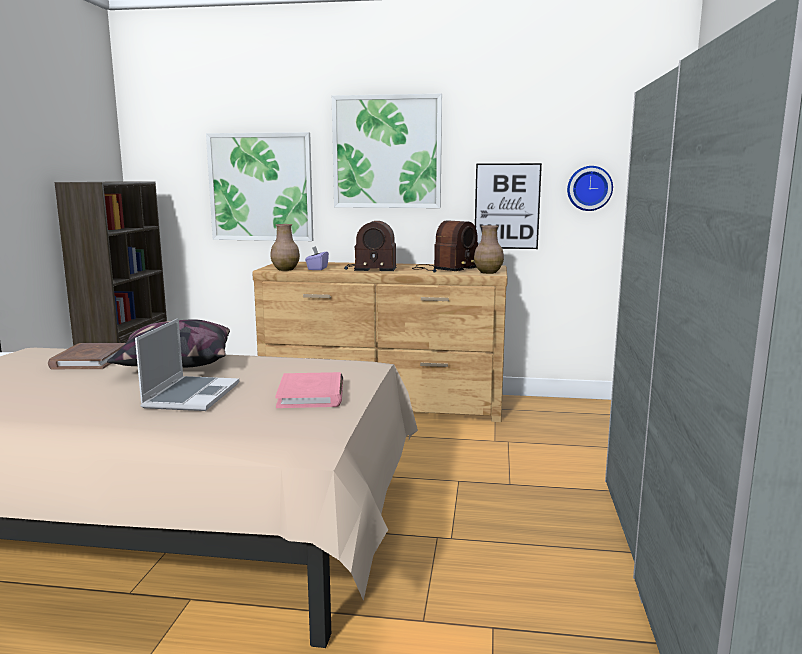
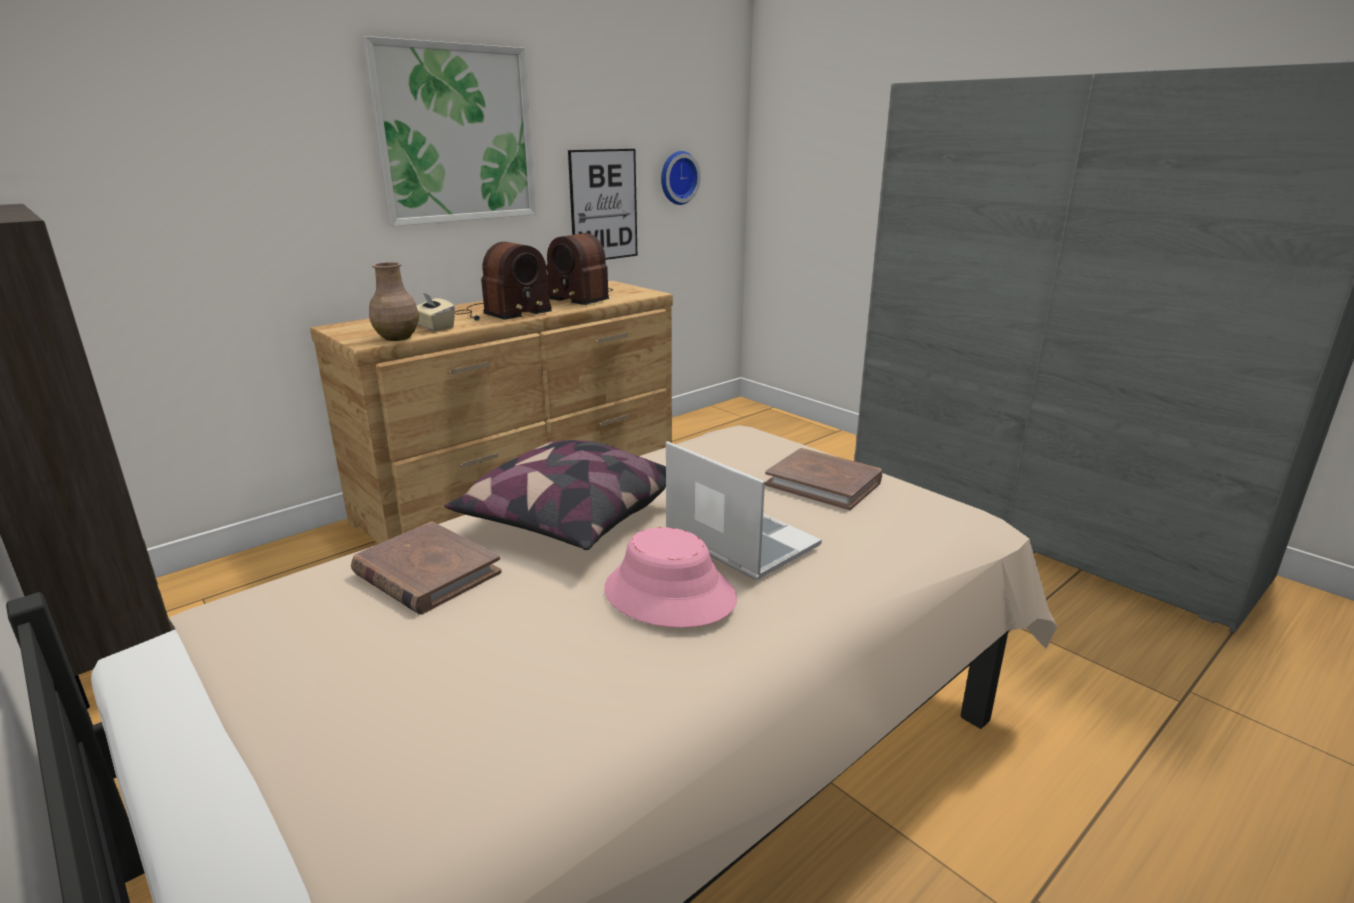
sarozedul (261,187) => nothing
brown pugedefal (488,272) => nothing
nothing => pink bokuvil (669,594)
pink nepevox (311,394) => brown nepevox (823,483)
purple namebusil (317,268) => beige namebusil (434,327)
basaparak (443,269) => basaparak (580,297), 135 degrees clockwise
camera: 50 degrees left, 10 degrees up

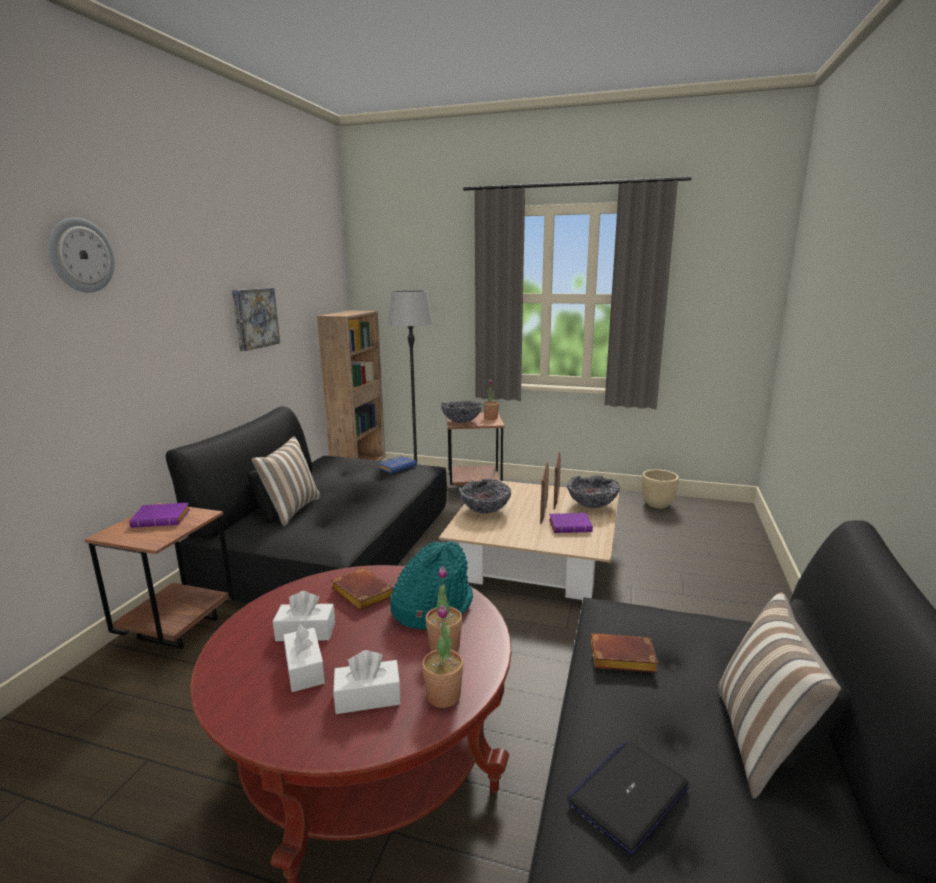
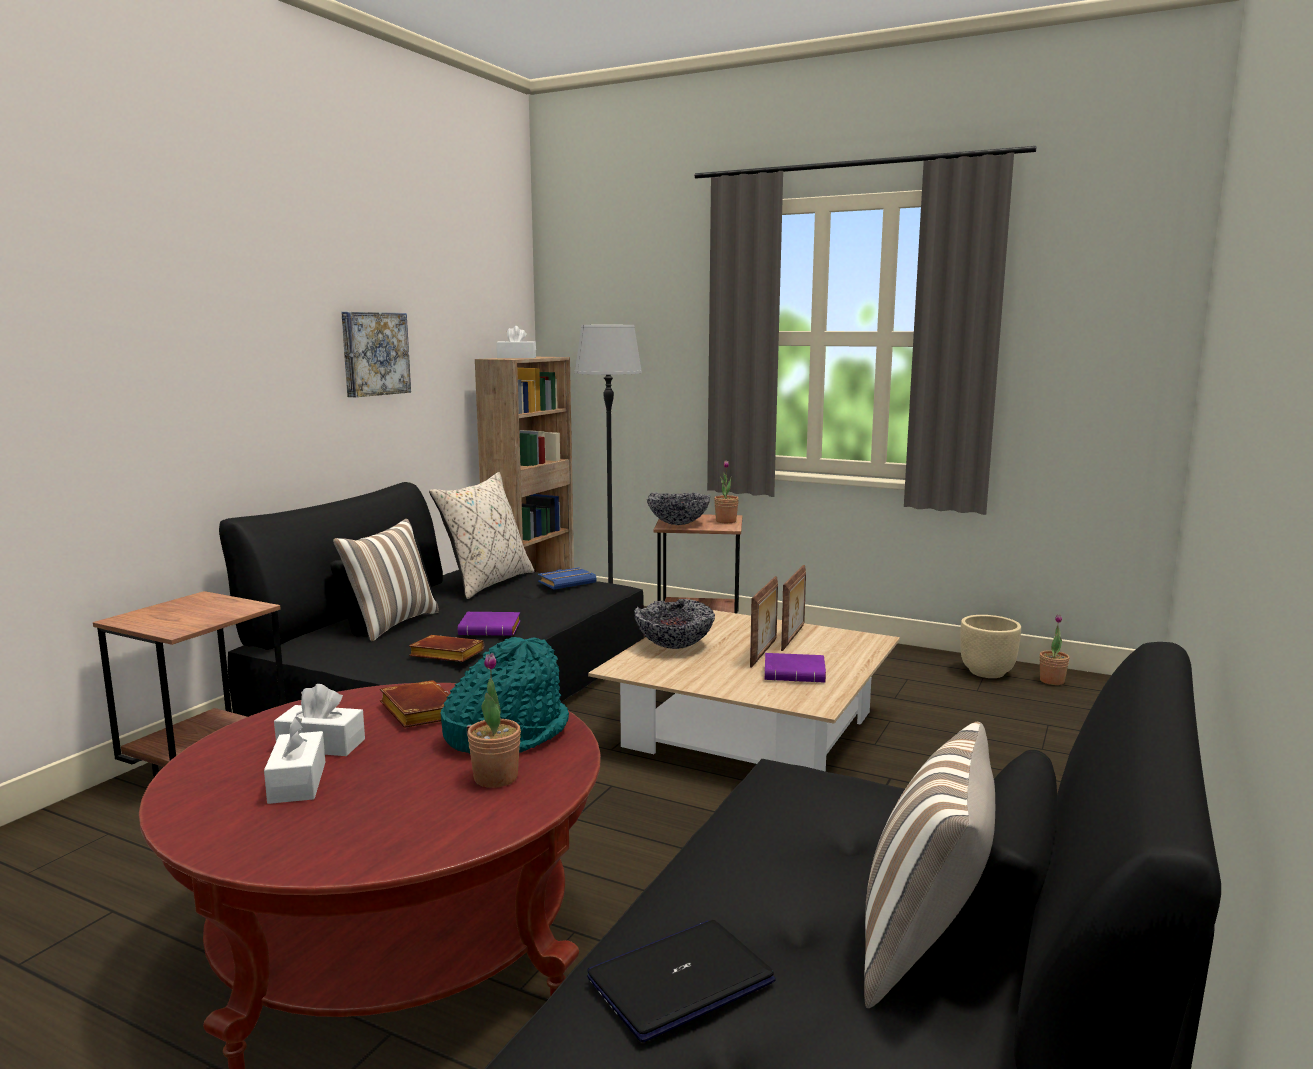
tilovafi (81,255) => nothing
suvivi (591,505) => nothing
nothing => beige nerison (486,583)
purple nepevox (163,519) => purple nepevox (492,629), relocated
white namebusil (368,697) => white namebusil (516,358), relocated
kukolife (443,696) => kukolife (1052,681), relocated
brown nepevox (620,659) => brown nepevox (444,655), relocated
camera: 10 degrees right, 5 degrees down

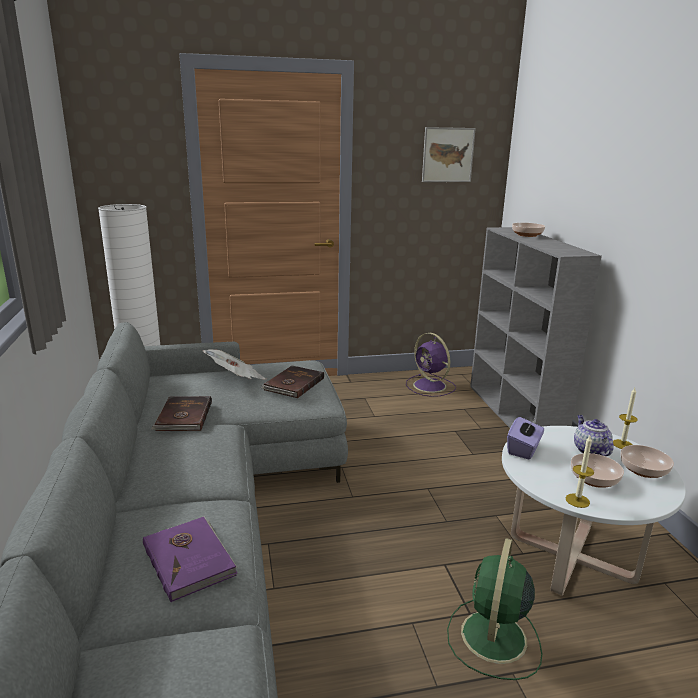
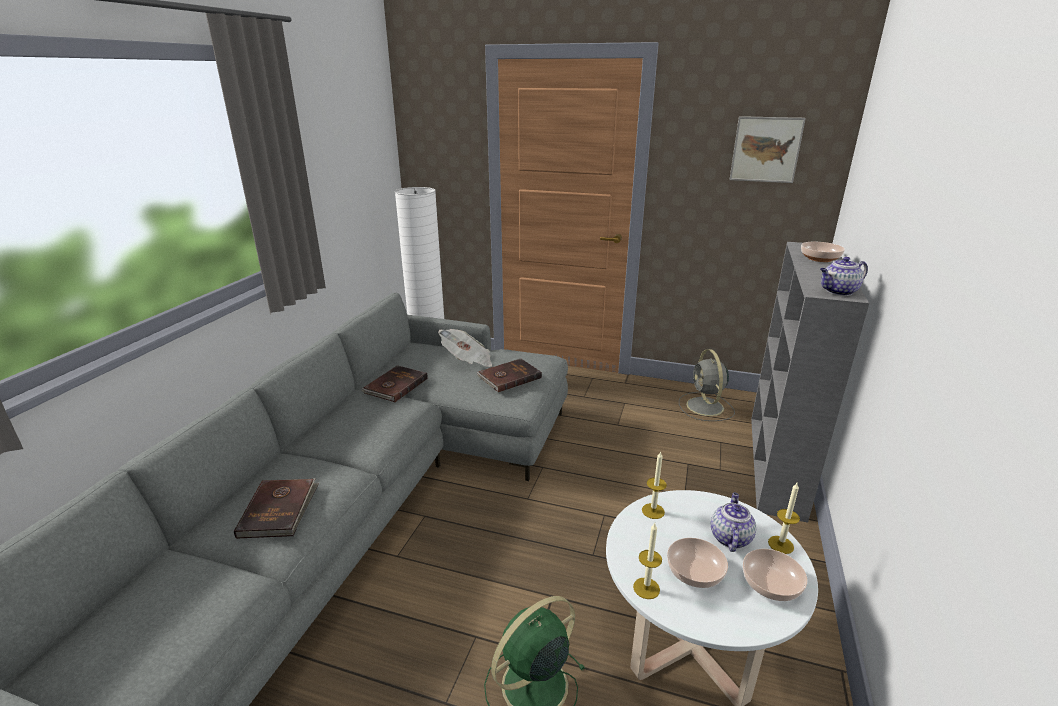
nothing => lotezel (838,291)
purple namebusil (523,449) => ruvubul (653,511)
purple nepevox (190,559) => brown nepevox (279,510)
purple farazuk (430,386) => grey farazuk (705,407)
camera: 30 degrees right, 5 degrees up

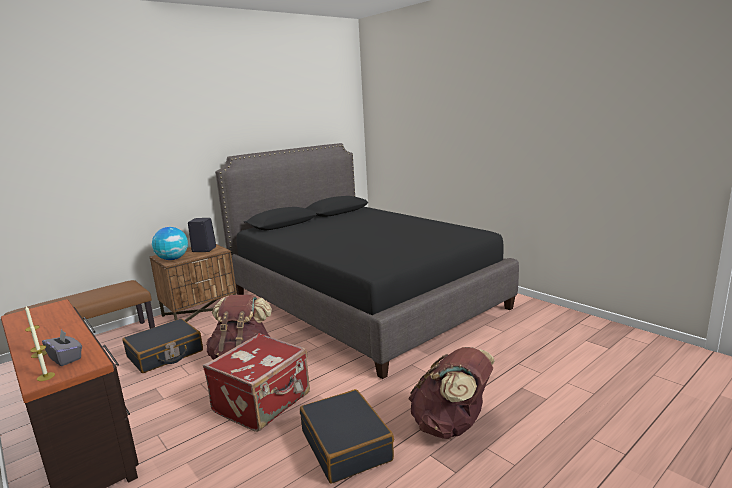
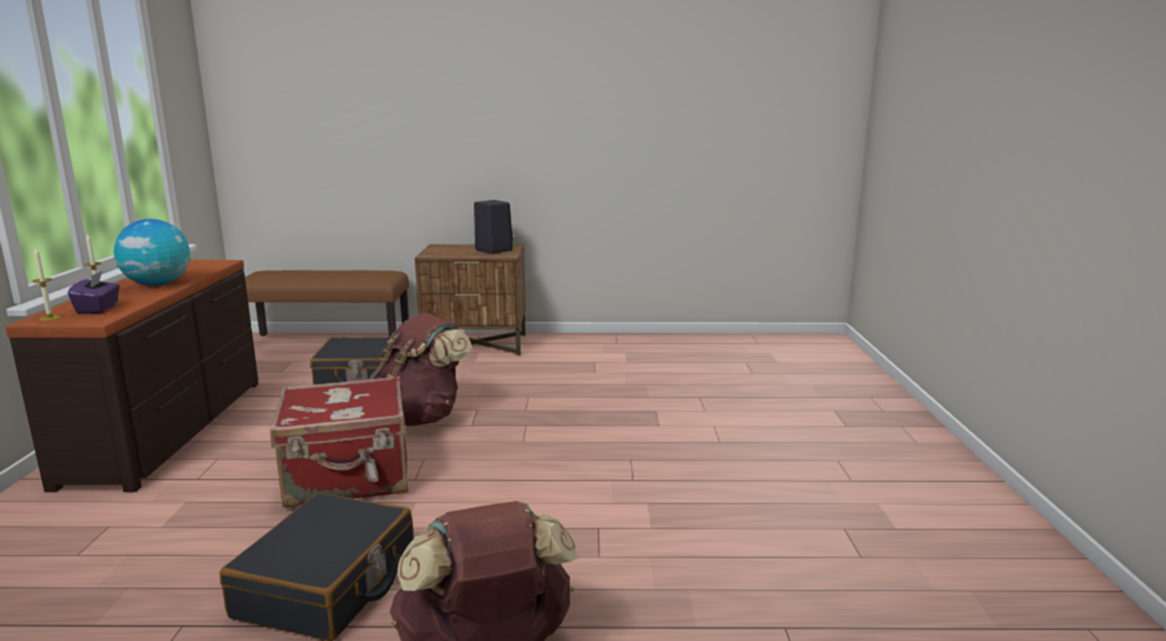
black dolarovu (364,300) => nothing
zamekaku (172,259) => zamekaku (158,284), relocated
grey namebusil (66,358) => purple namebusil (98,309)
camera: 40 degrees right, 0 degrees up

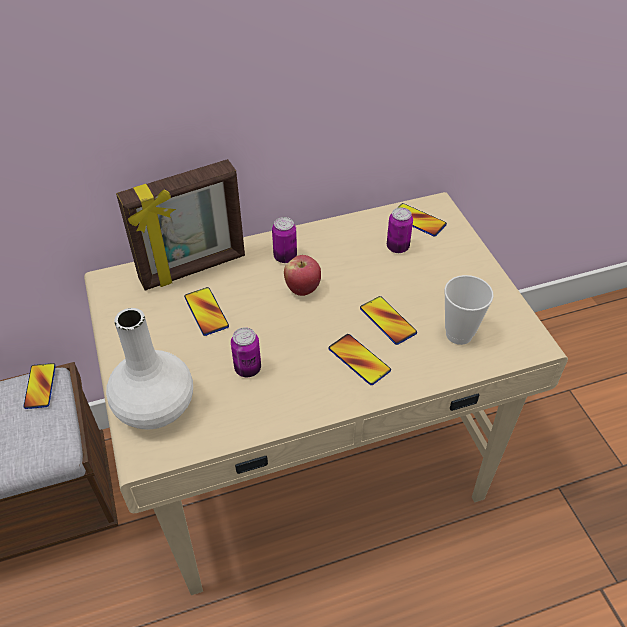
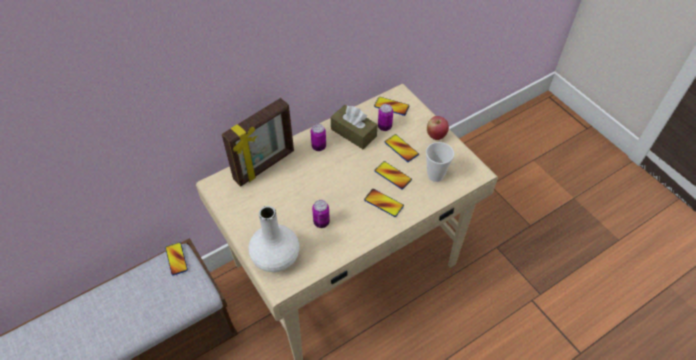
nothing => brown namebusil (353,133)
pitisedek (206,312) => pitisedek (401,148), relocated
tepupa (302,289) => tepupa (436,135), relocated
camera: 15 degrees left, 5 degrees up

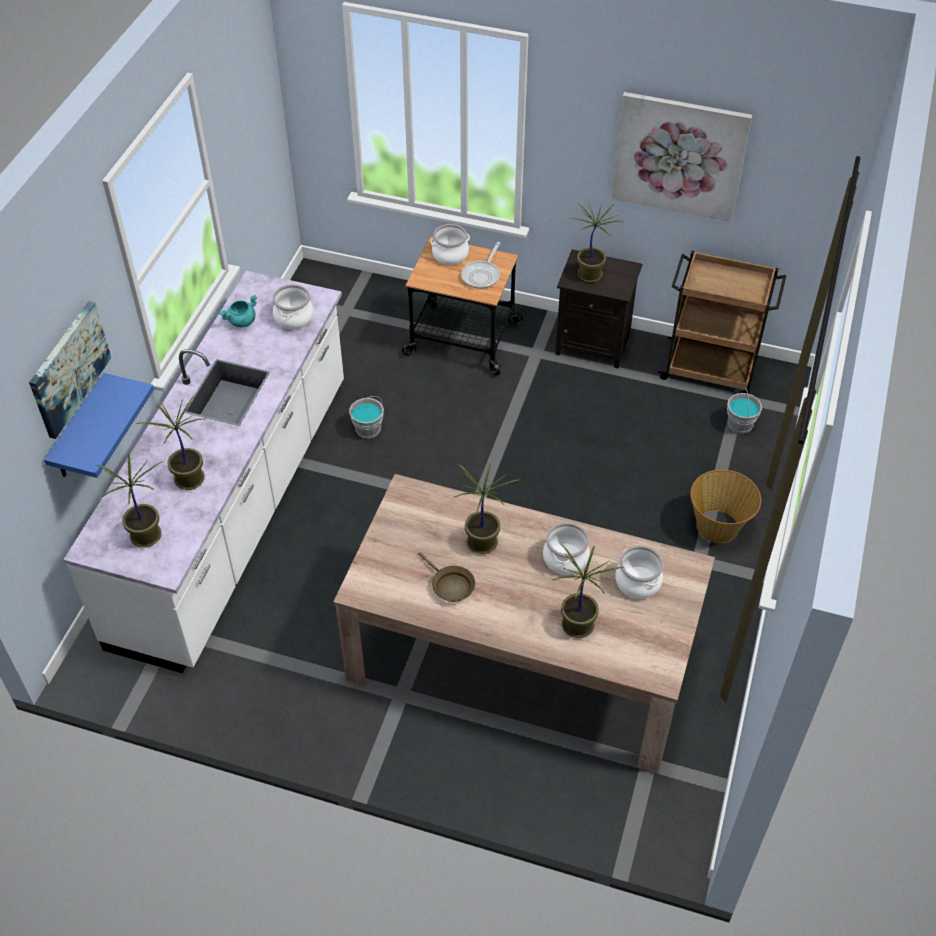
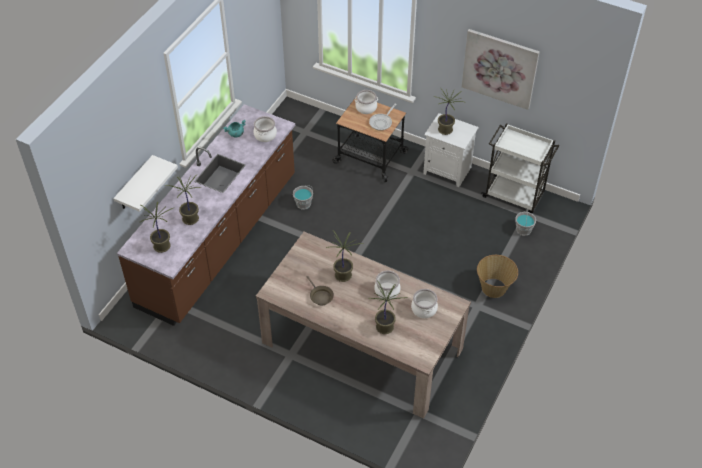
sarozedul (69,368) => nothing
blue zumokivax (79,430) => white zumokivax (135,184)
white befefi (236,510) => brown befefi (219,240)
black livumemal (594,343) => white livumemal (448,170)
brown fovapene (711,370) => white fovapene (514,195)
camera: 10 degrees right, 0 degrees up

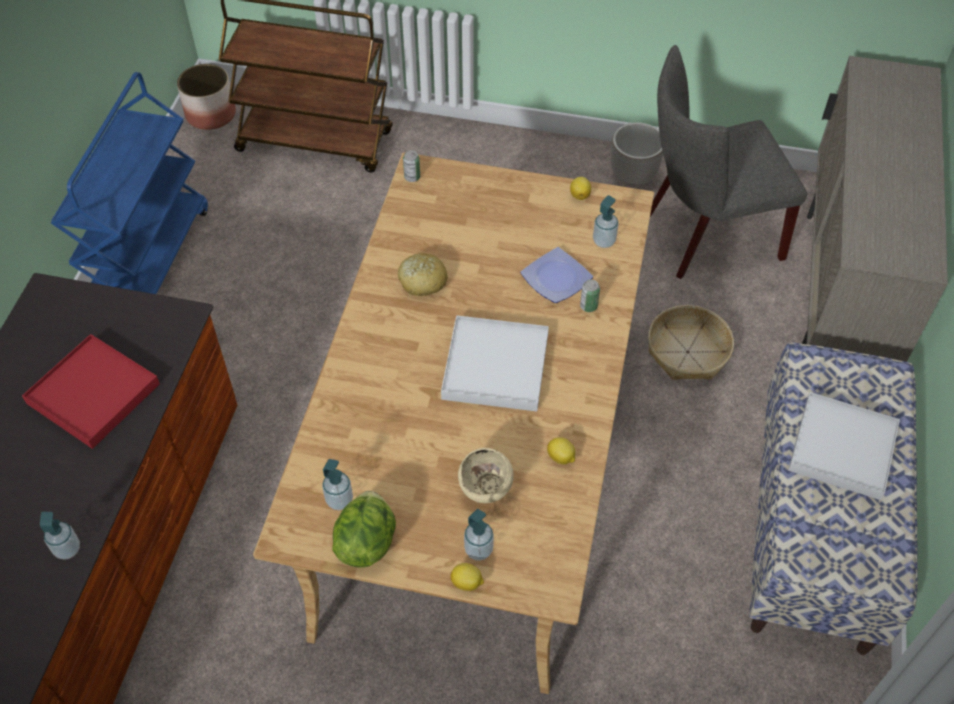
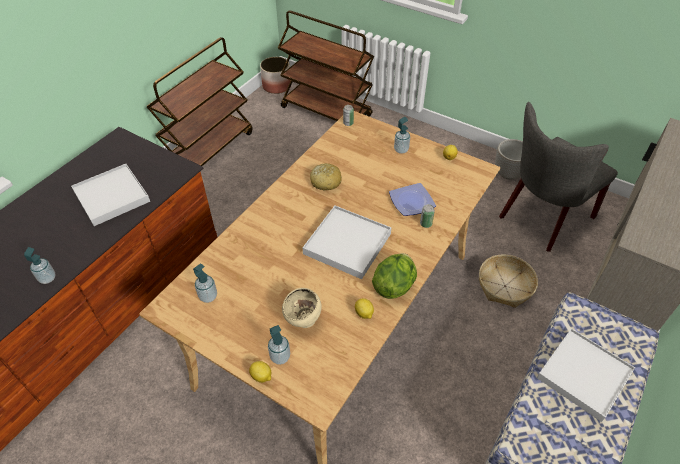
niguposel (366,541) => niguposel (394,285), relocated
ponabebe (604,241) => ponabebe (401,150), relocated
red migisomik (93,394) => white migisomik (111,197)
blue fovapene (150,258) => brown fovapene (209,150)
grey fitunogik (704,236) => grey fitunogik (542,219), 45 degrees counterclockwise
camera: 20 degrees right, 5 degrees down

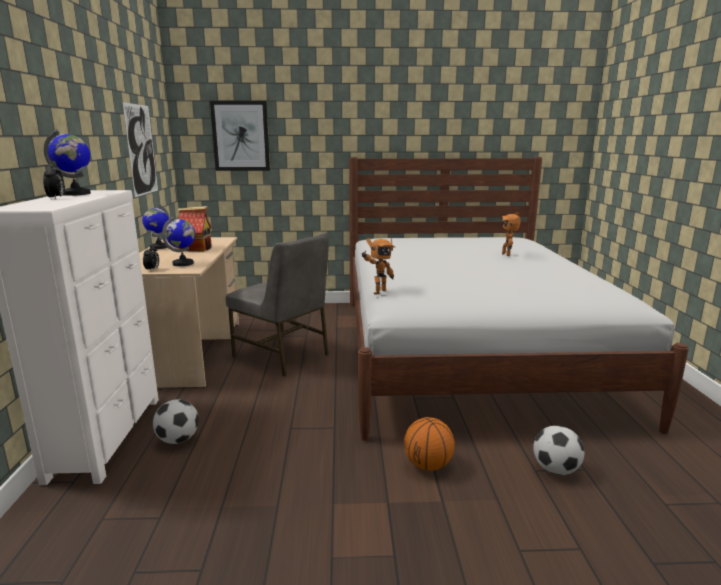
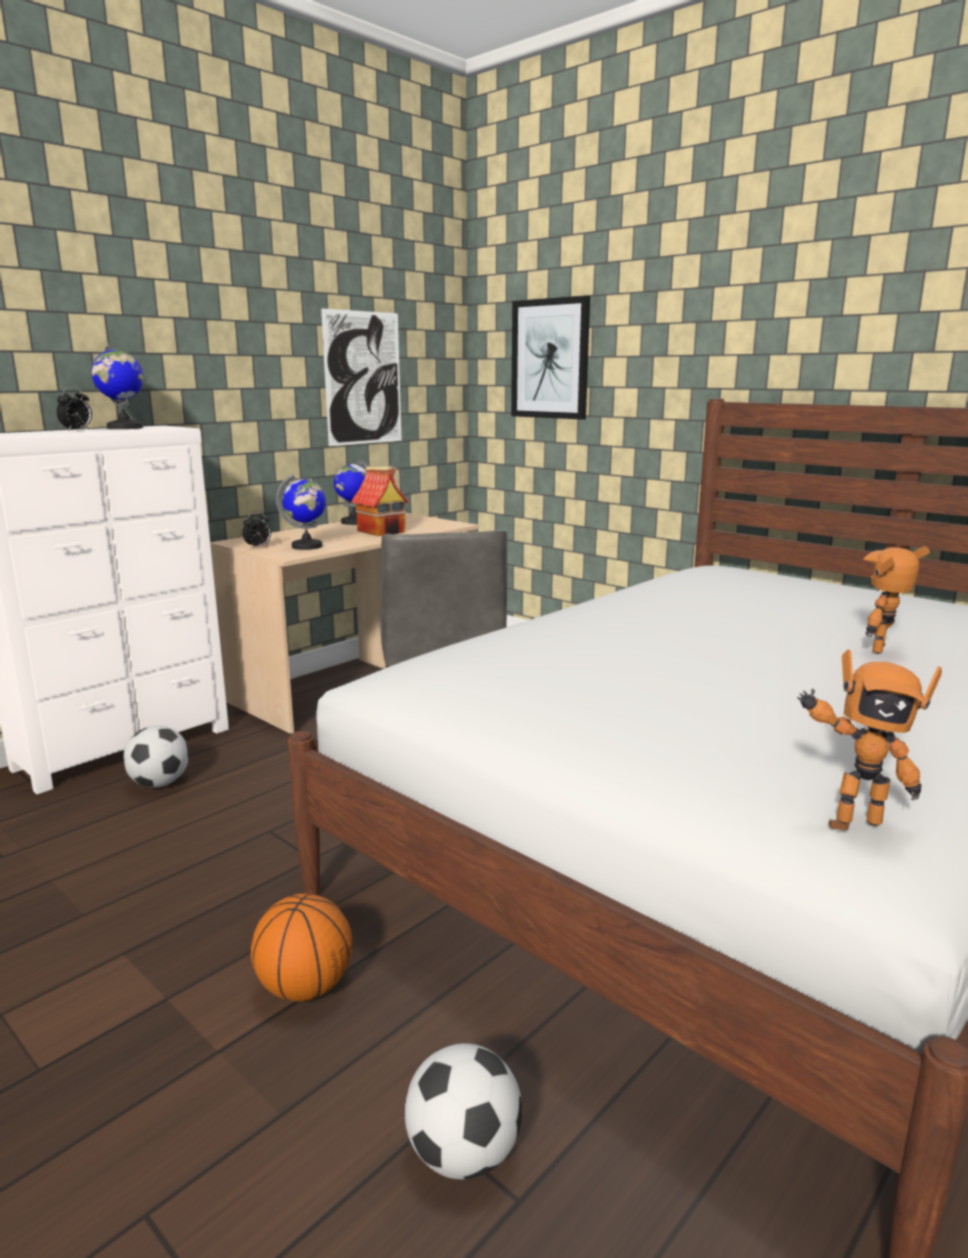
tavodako (377,292) => tavodako (850,821), relocated
camera: 45 degrees right, 0 degrees up

